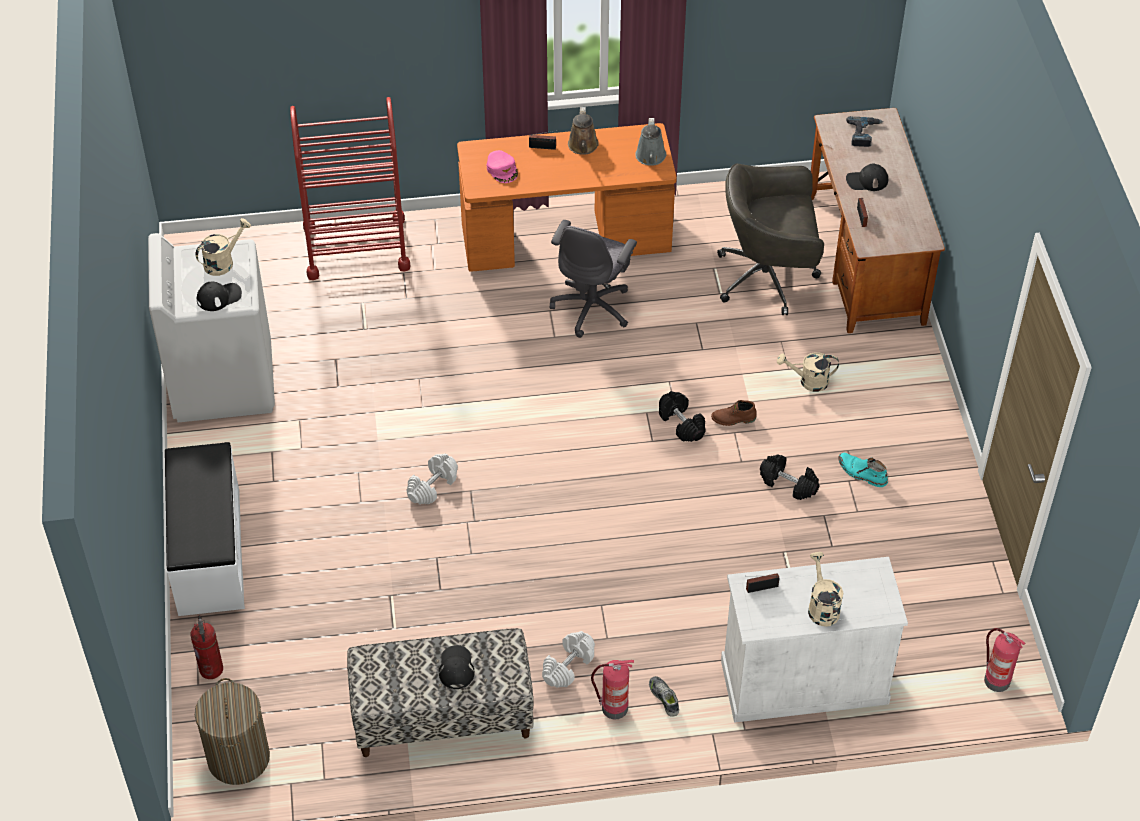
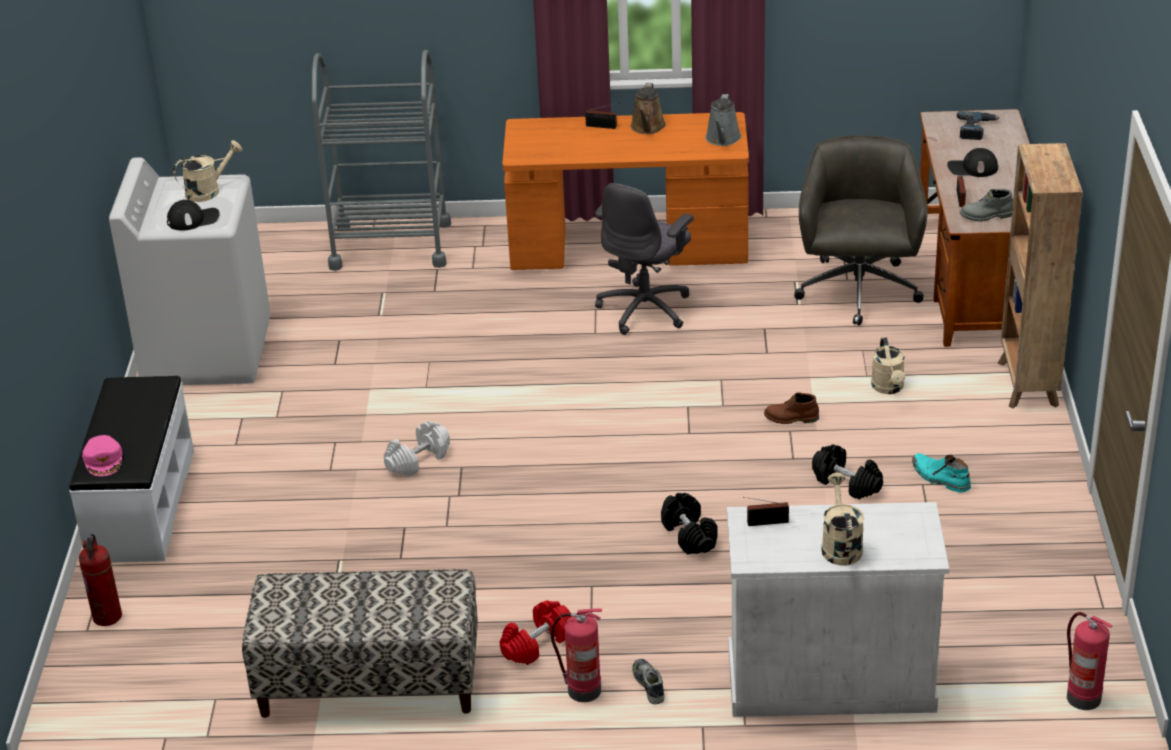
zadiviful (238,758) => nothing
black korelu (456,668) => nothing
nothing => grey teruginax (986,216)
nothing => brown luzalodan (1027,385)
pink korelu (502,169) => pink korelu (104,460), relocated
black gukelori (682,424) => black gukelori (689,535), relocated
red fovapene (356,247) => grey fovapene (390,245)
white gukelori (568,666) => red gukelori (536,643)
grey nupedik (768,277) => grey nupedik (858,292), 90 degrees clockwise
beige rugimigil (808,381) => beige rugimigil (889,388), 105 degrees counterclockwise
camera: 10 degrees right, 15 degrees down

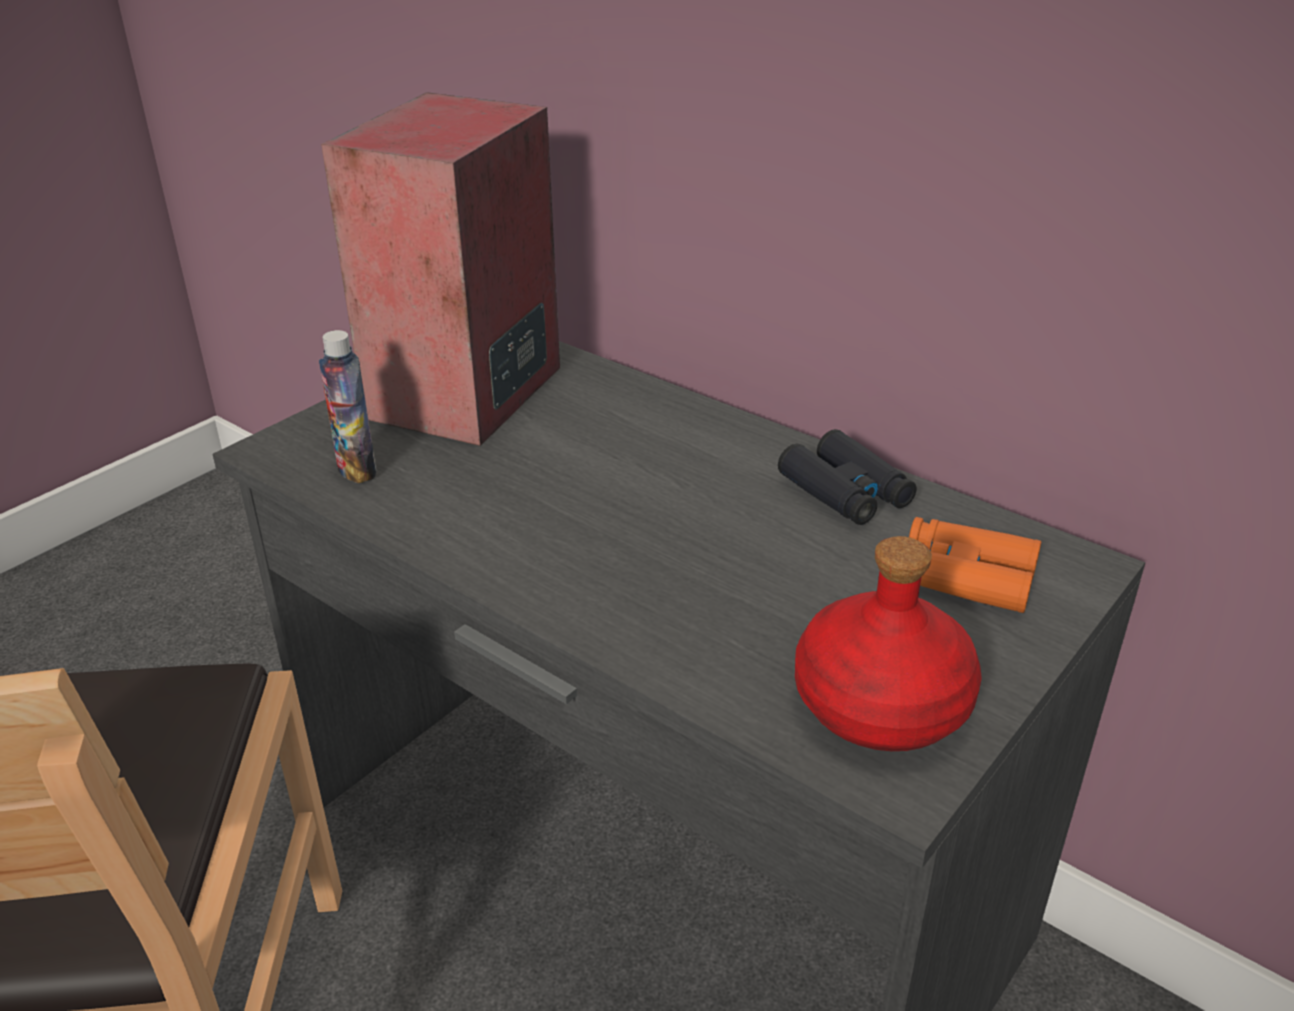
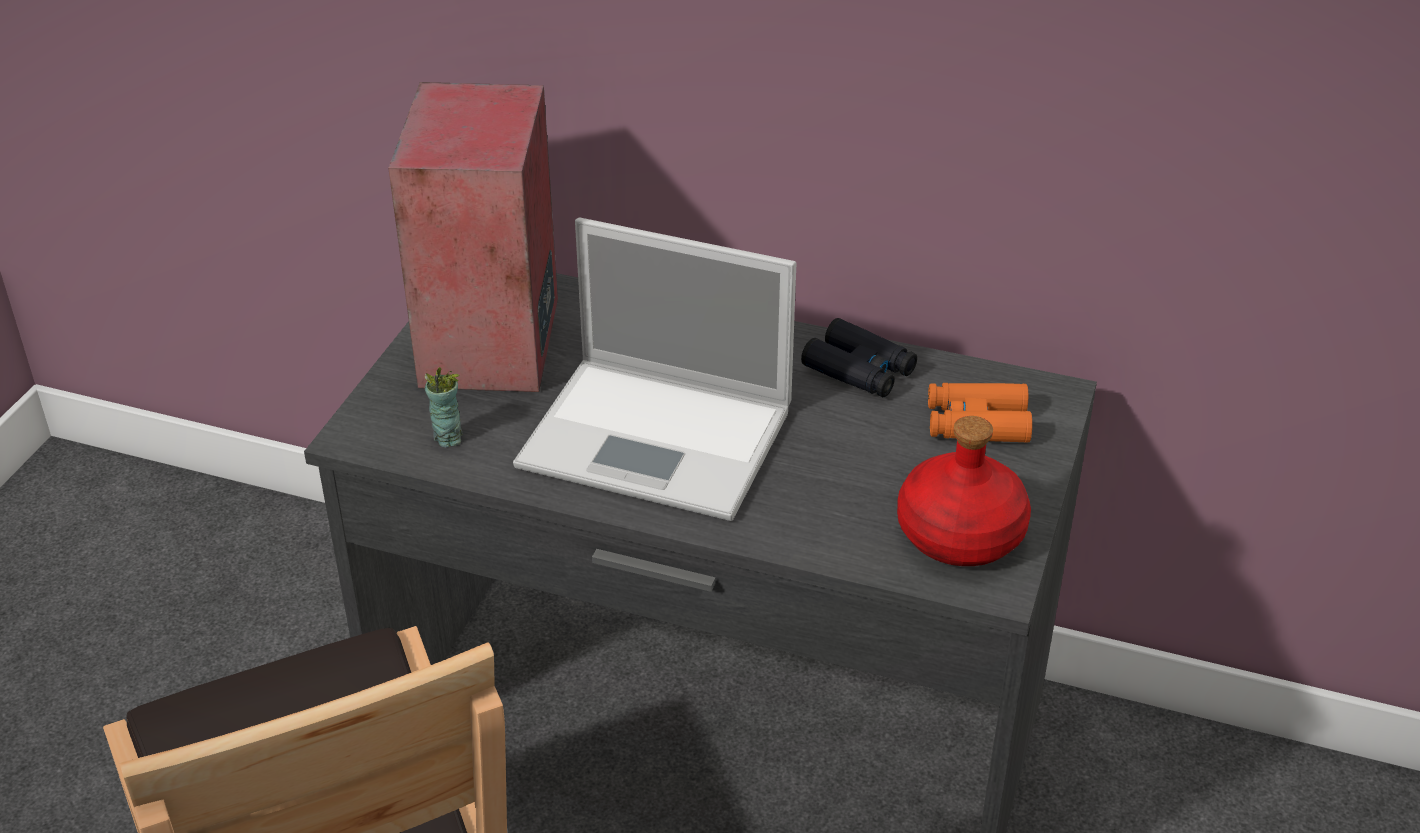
nothing => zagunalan (661,438)
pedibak (357,469) => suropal (447,437)
camera: 20 degrees left, 5 degrees up

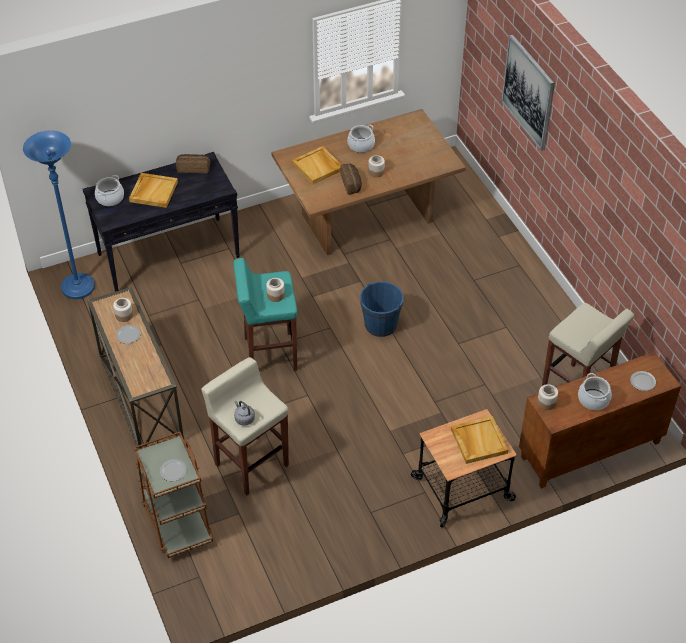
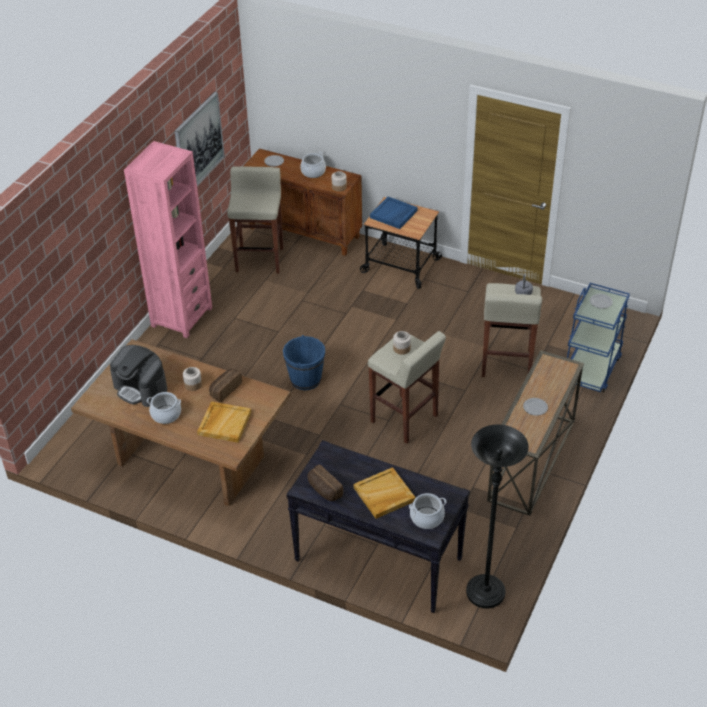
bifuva (124,315) => nothing
nothing => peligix (141,388)
nothing => pink luzalodan (181,317)
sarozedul (528,92) => sarozedul (199,143), relocated
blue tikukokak (78,287) => black tikukokak (485,593)
brown fovapene (176,520) => blue fovapene (591,368)
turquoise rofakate (269,353) => beige rofakate (405,419)
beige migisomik (478,441) => blue migisomik (393,214)
camera: 130 degrees left, 5 degrees down

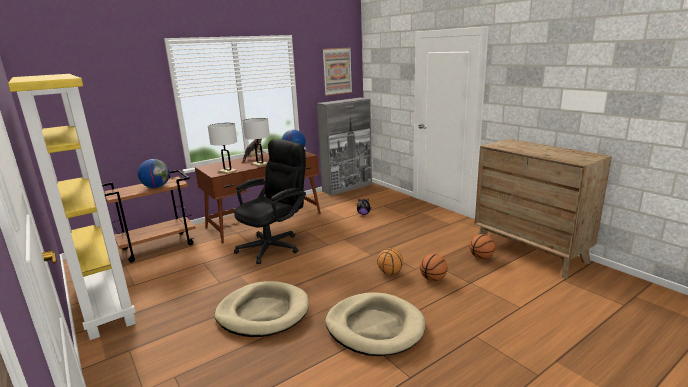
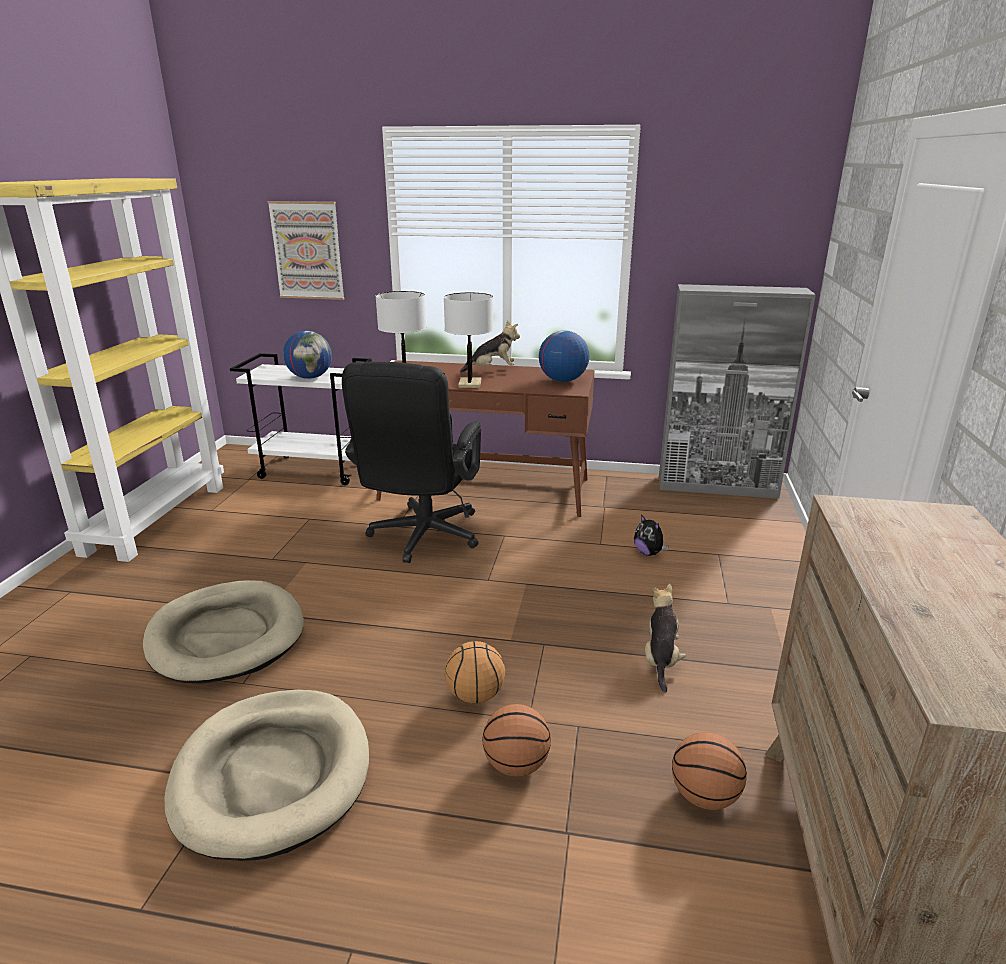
nothing => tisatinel (661,660)
sarozedul (337,71) => sarozedul (307,251), relocated
brown fovapene (158,246) => white fovapene (316,470)
black nupedik (274,245) => black nupedik (422,539), 105 degrees clockwise
camera: 45 degrees right, 5 degrees up

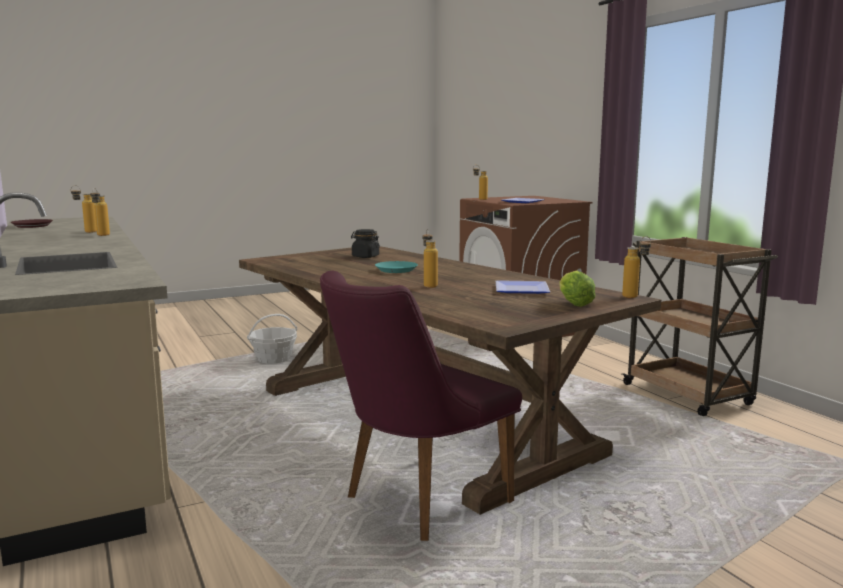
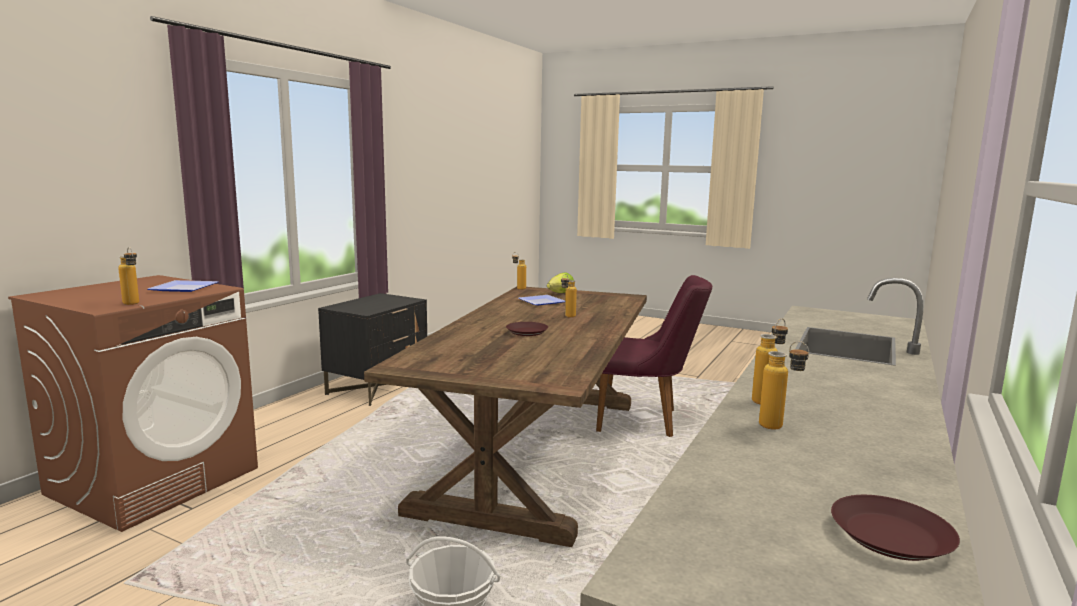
black bifuva (365,256) => nothing
brown fovapene (688,395) => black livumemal (377,387)
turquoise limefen (396,270) => brown limefen (526,332)
camera: 125 degrees left, 0 degrees up

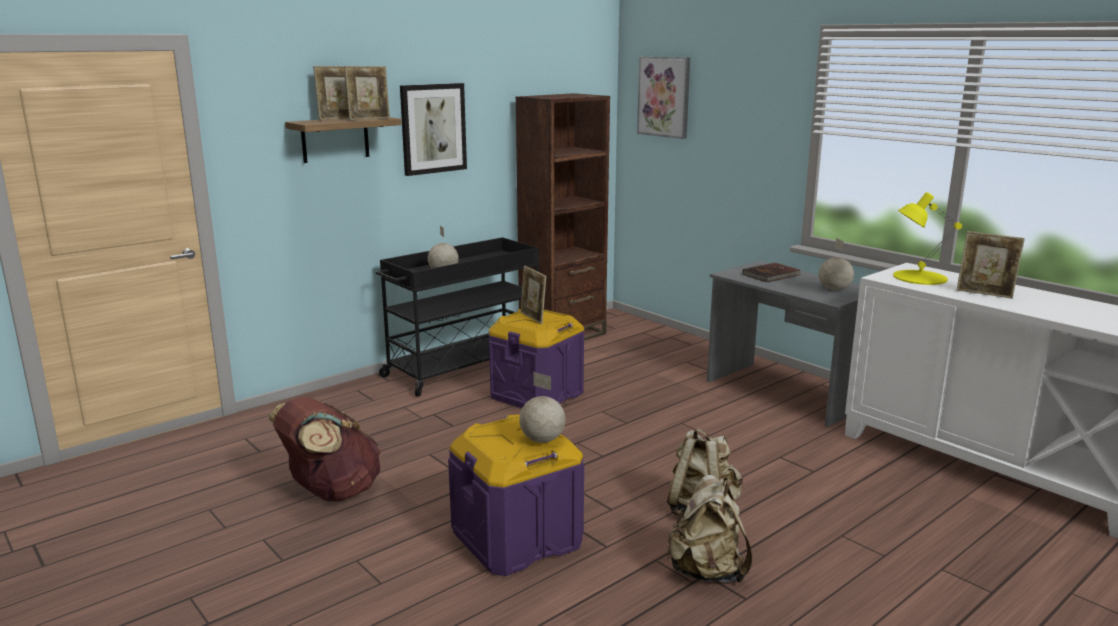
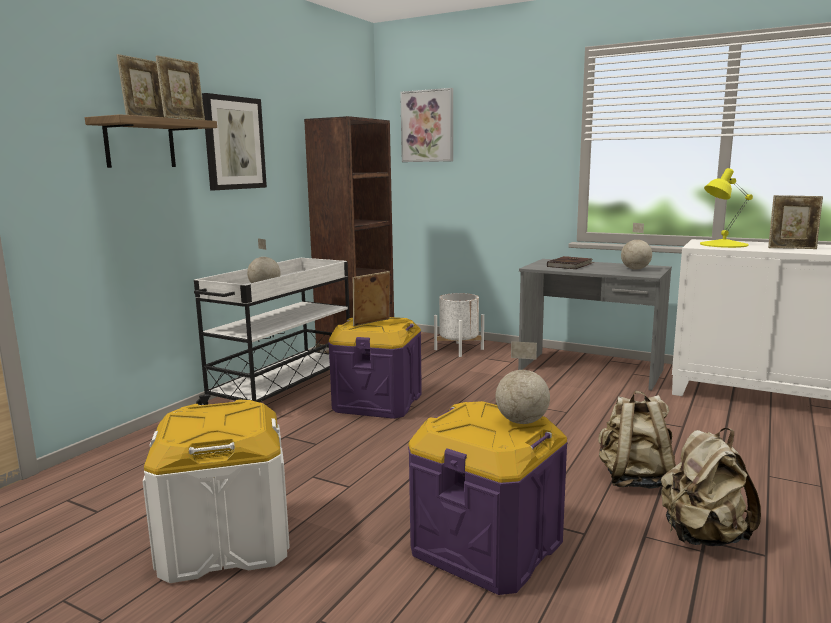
nothing => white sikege (459,349)
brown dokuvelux (331,492) => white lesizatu (225,541)
black fovapene (463,367) => white fovapene (282,389)
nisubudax (533,318) => nisubudax (372,323), 105 degrees clockwise
camera: 20 degrees left, 5 degrees down

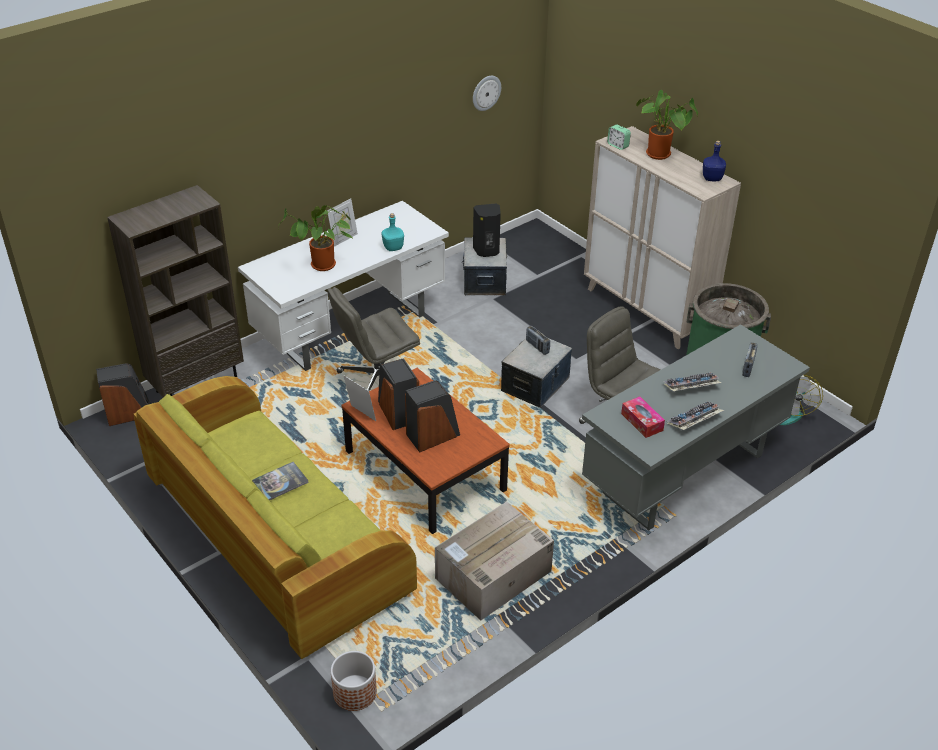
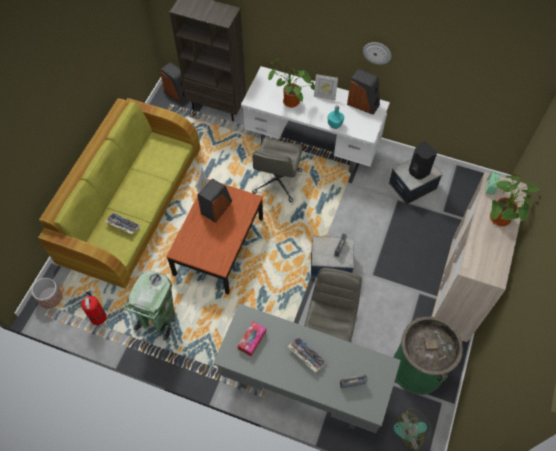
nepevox (280,482) => nothing
blue pedibak (712,178) => nothing
nothing => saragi (98,316)
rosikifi (433,435) => rosikifi (363,104), relocated
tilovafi (486,92) => tilovafi (377,52), relocated
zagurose (694,421) => zagurose (122,225), relocated
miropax (492,576) => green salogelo (158,320)
grey nupedik (376,380) => grey nupedik (277,182), 105 degrees counterclockwise
camera: 60 degrees right, 20 degrees up

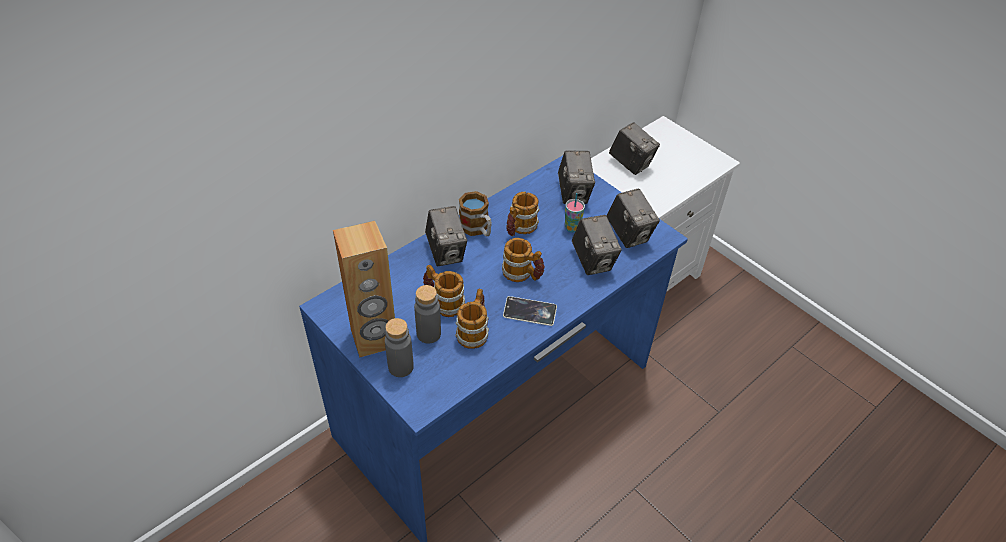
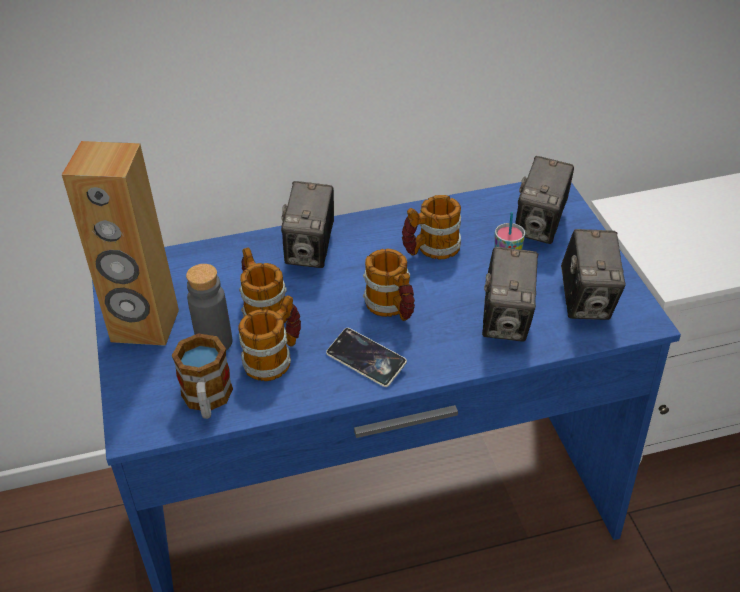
grey pedibak (401,367) => nothing
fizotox (631,164) => nothing
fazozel (477,229) => fazozel (207,401), relocated
camera: 30 degrees right, 5 degrees down

